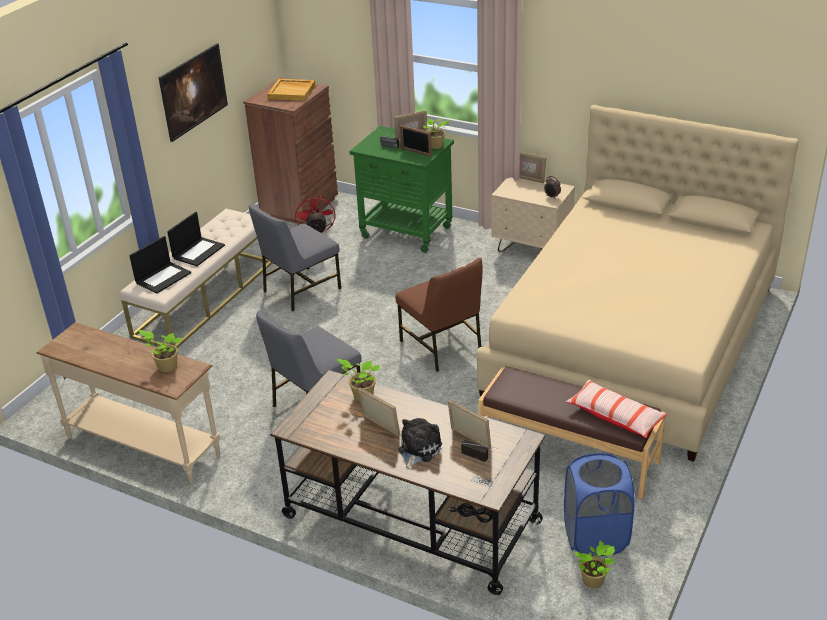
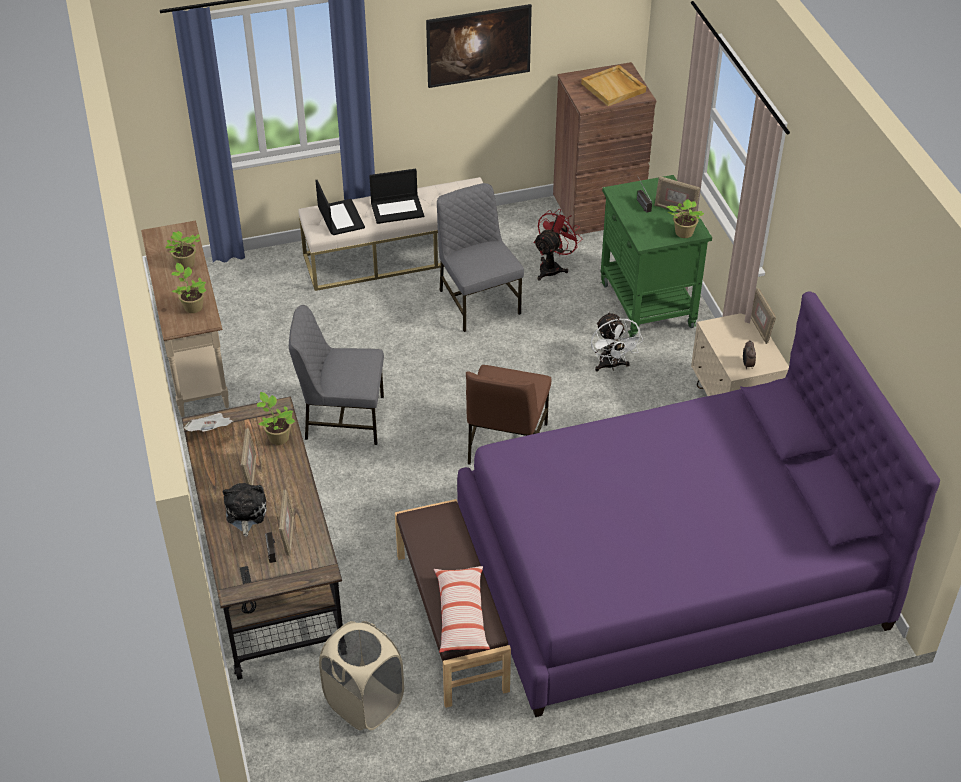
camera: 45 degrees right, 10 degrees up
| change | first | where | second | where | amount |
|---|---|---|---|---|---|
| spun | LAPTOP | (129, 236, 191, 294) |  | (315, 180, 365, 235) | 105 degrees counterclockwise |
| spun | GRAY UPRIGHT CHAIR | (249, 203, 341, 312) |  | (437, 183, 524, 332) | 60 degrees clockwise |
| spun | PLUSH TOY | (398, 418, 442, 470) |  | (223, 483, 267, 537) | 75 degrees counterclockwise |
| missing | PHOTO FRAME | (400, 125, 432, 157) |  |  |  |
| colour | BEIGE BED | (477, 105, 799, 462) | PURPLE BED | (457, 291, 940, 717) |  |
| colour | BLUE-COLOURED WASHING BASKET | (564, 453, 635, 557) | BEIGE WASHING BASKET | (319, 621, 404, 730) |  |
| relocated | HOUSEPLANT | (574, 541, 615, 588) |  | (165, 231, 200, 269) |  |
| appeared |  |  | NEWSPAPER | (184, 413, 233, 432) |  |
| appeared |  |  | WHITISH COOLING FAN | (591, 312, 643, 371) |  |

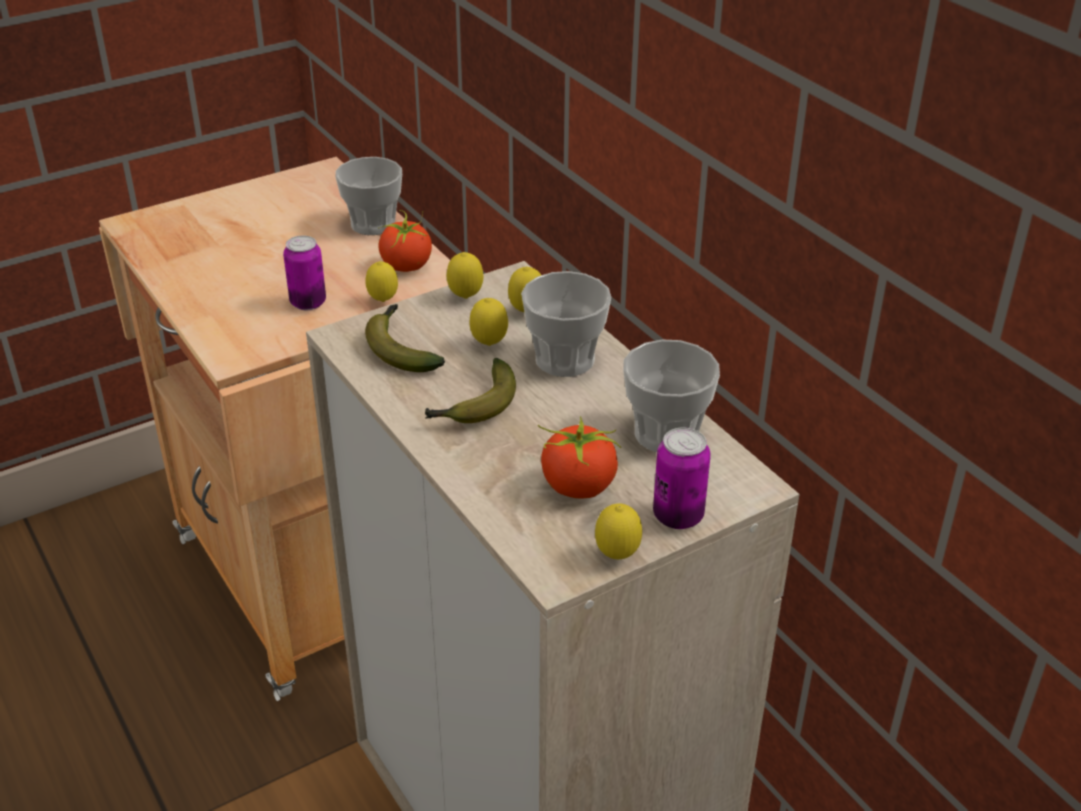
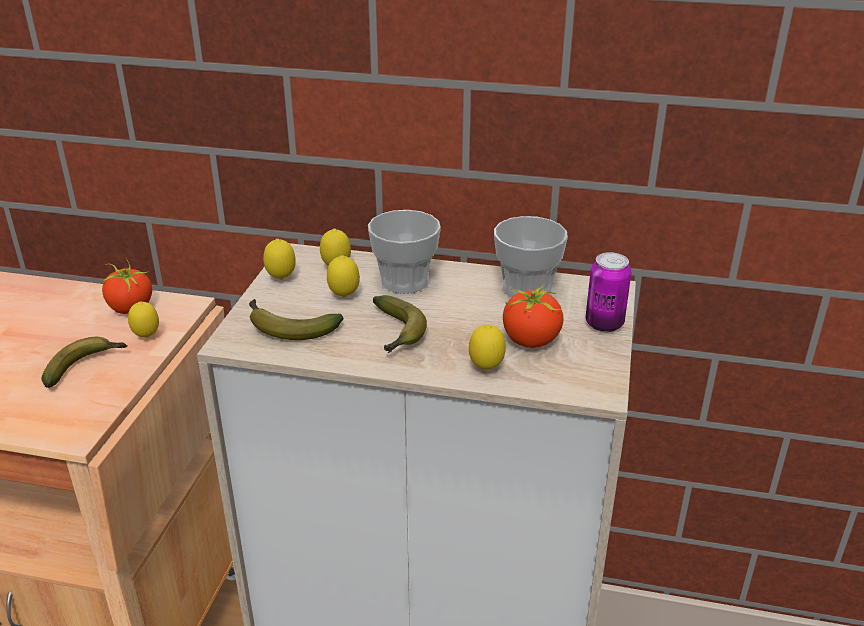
camera: 45 degrees left, 5 degrees down
| change | first | where | second | where | amount |
|---|---|---|---|---|---|
| exchanged | SEALED CAN | (283, 236, 326, 310) | BANANA | (41, 337, 128, 388) |  |
| missing | DRINKING CUP | (335, 157, 402, 235) |  |  |  |
| relocated | LEMON | (595, 503, 642, 559) |  | (469, 324, 506, 370) |  |

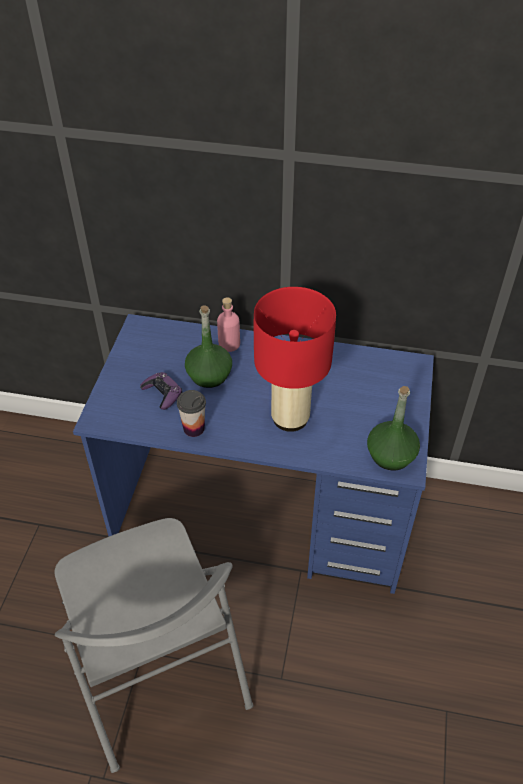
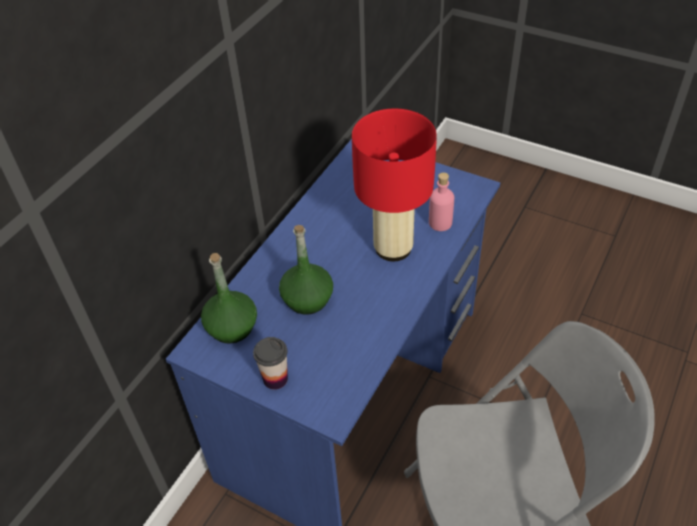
camera: 70 degrees left, 0 degrees up
| change | first | where | second | where | amount |
|---|---|---|---|---|---|
| missing | PURPLE GAME CONTROLLER | (140, 372, 182, 410) |  |  |  |
| relocated | DRINKING CUP | (177, 390, 206, 437) |  | (253, 337, 288, 390) |  |
| relocated | PINK-COLOURED DRINK BOTTLE | (217, 297, 240, 352) |  | (429, 172, 454, 231) |  |
| relocated | GREENISH DRINK BOTTLE | (367, 386, 420, 471) |  | (201, 253, 257, 344) |  |

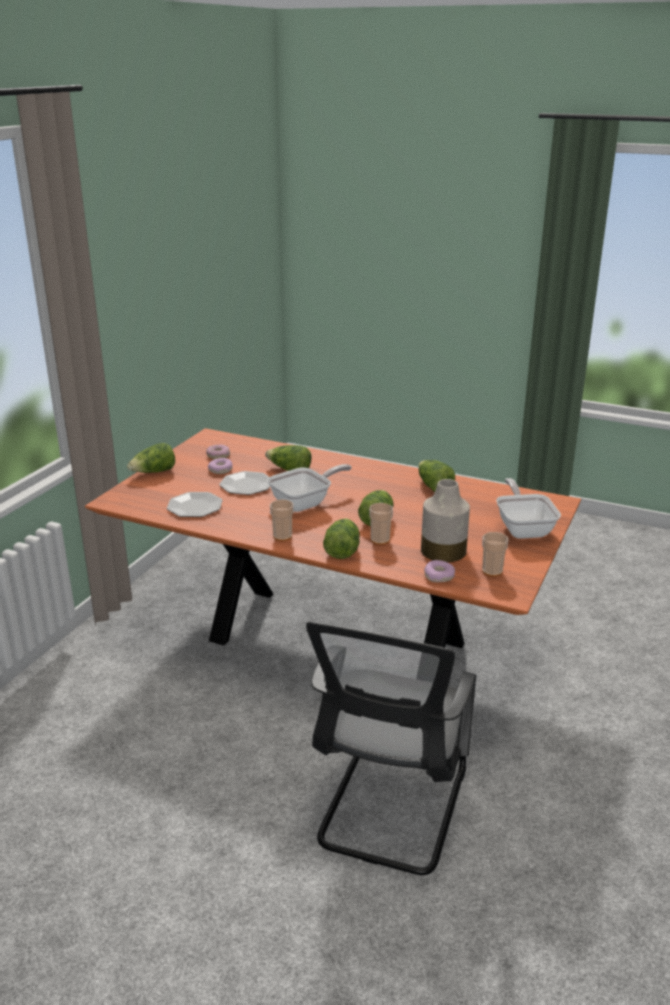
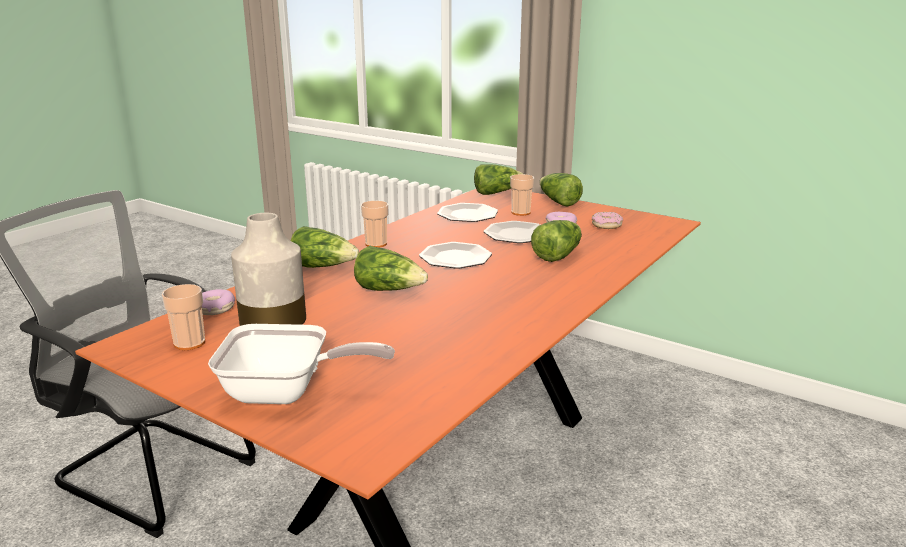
camera: 100 degrees right, 5 degrees down
| change | first | where | second | where | amount |
|---|---|---|---|---|---|
| exchanged | FRYING PAN | (267, 464, 352, 512) | PLATE | (419, 242, 492, 269) |  |
| relocated | DRINKING CUP | (369, 503, 393, 545) |  | (510, 174, 534, 216) |  |
| relocated | LETTUCE | (418, 460, 455, 492) |  | (474, 164, 524, 195) |  |

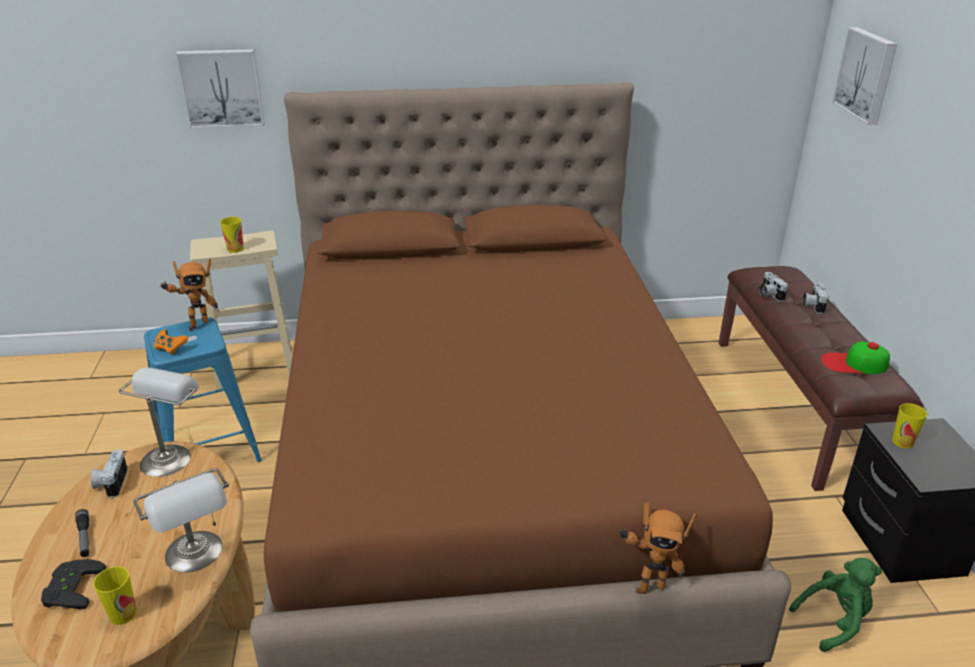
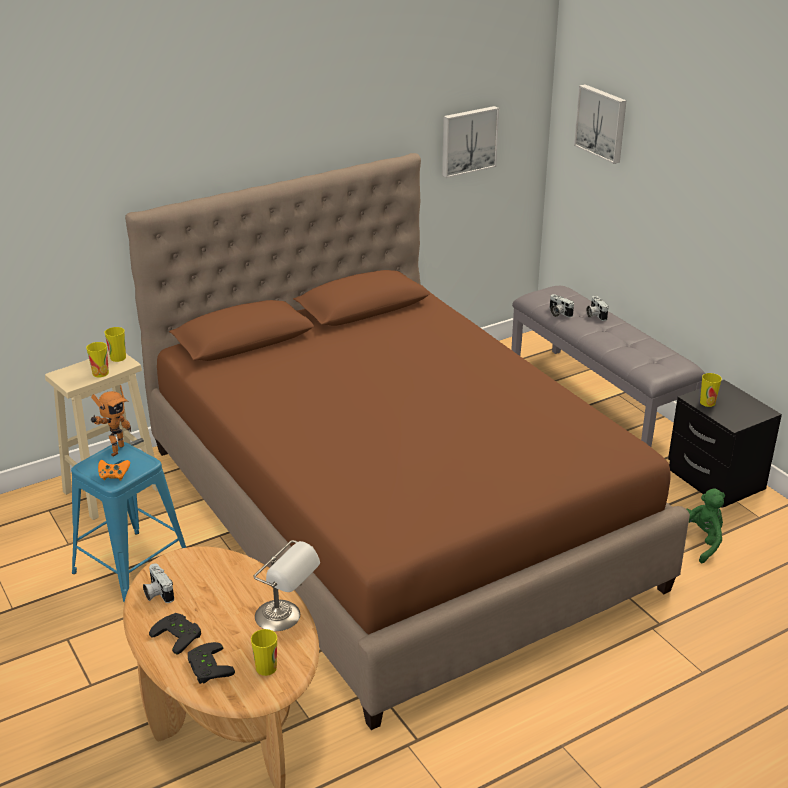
camera: 25 degrees left, 0 degrees up
| change | first | where | second | where | amount |
|---|---|---|---|---|---|
| exchanged | FLASHLIGHT | (75, 509, 89, 557) | BLACKISH GAME CONTROLLER | (149, 613, 201, 655) |  |
| missing | WHITISH TABLE LAMP | (119, 367, 199, 477) |  |  |  |
| relocated | WALL PICTURE | (175, 49, 265, 128) |  | (442, 106, 499, 178) |  |
| missing | ROBOT FIGURE | (617, 502, 697, 594) |  |  |  |
| colour | BROWNISH INDOOR BENCH | (719, 266, 923, 491) | GRAY INDOOR BENCH | (511, 286, 705, 447) |  |
| missing | PEAKED CAP | (821, 342, 890, 374) |  |  |  |
| appeared |  |  | DRINKING CUP | (105, 327, 126, 362) |  |

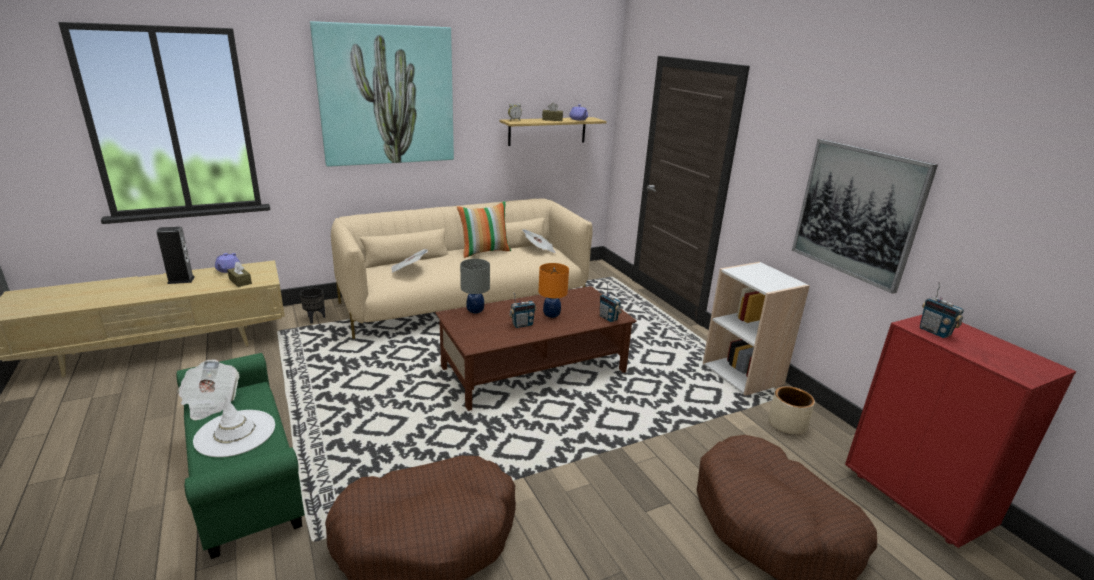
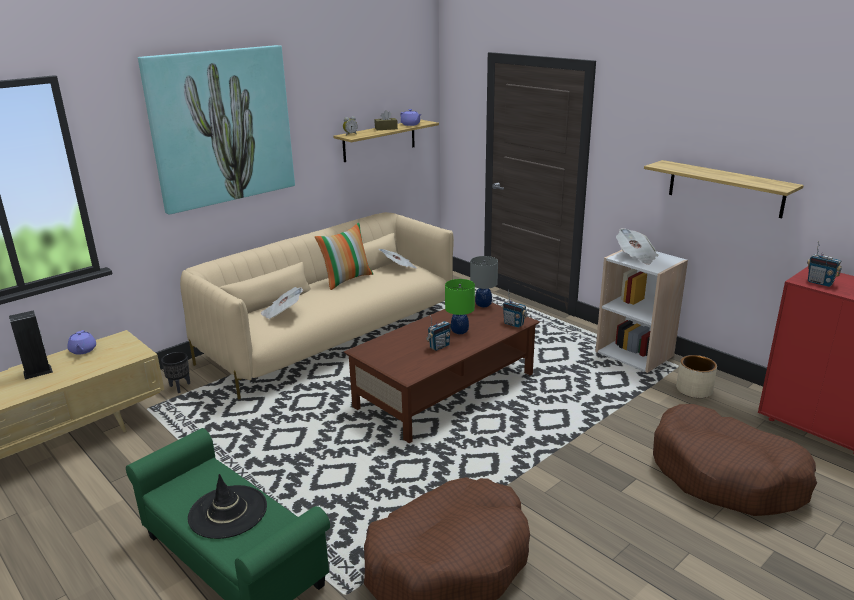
camera: 15 degrees left, 0 degrees up
| change | first | where | second | where | amount |
|---|---|---|---|---|---|
| relocated | NEWSPAPER | (178, 359, 240, 420) |  | (616, 228, 658, 265) |  |
| colour | WHITISH HAT | (193, 396, 275, 457) | BLACKISH HAT | (188, 474, 267, 539) |  |
| missing | BROWNISH TISSUE BOX | (227, 262, 252, 287) |  |  |  |
| relocated | GRAY TABLE LAMP | (460, 259, 490, 314) |  | (470, 256, 498, 308) |  |
| colour | ORANGE-COLOURED TABLE LAMP | (538, 263, 569, 318) | GREENISH TABLE LAMP | (445, 279, 475, 334) |  |
| exchanged | WALL PICTURE | (792, 139, 938, 294) | WALL SHELF | (644, 160, 804, 218) |  |

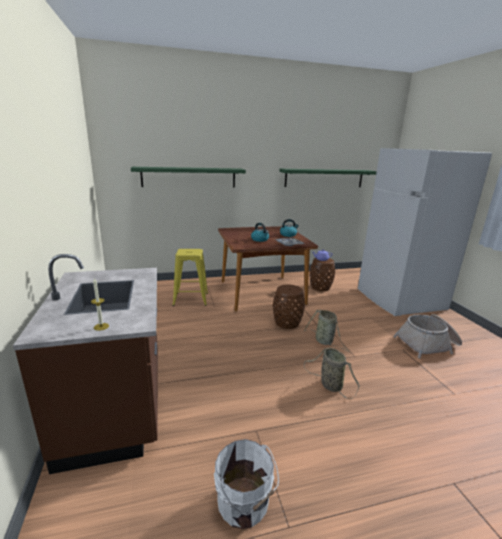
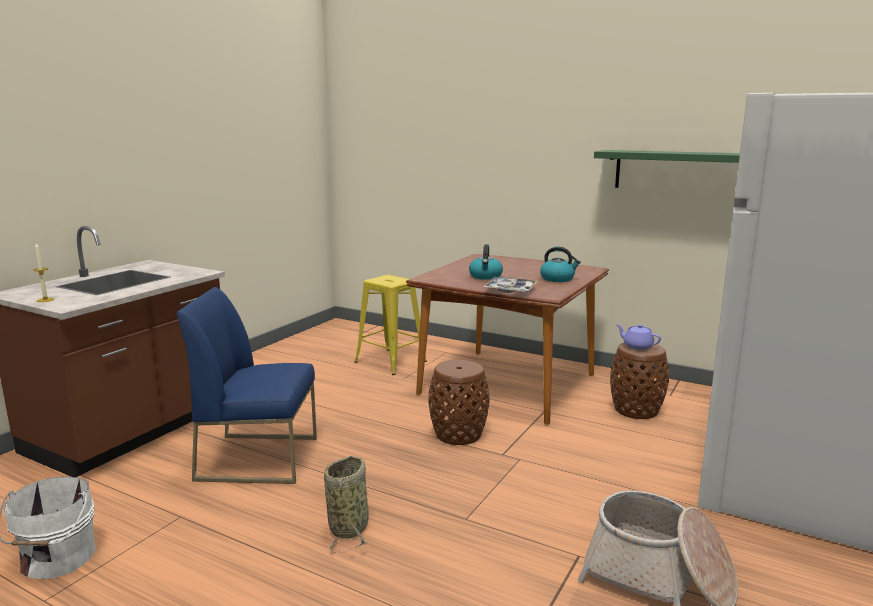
camera: 45 degrees right, 5 degrees down
| change | first | where | second | where | amount |
|---|---|---|---|---|---|
| missing | GREENISH WALL SHELF | (131, 167, 246, 188) |  |  |  |
| missing | STORAGE BASKET | (304, 309, 350, 352) |  |  |  |
| appeared |  |  | BLUE-COLOURED UPRIGHT CHAIR | (176, 287, 317, 484) |  |

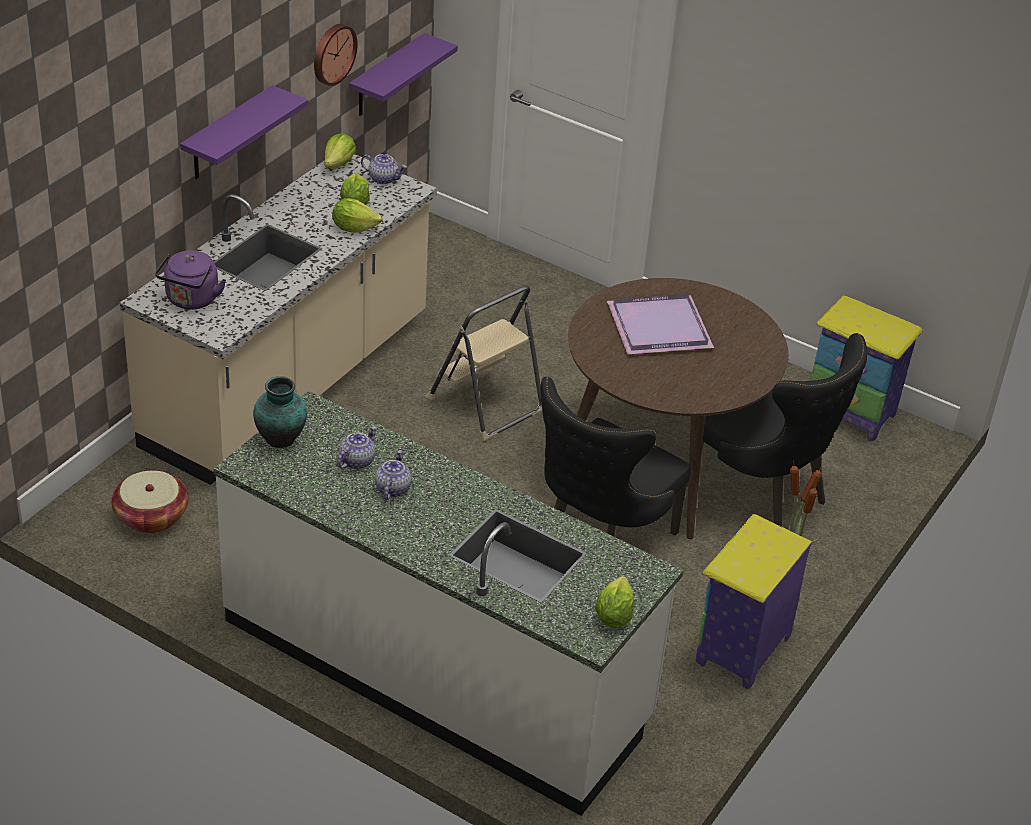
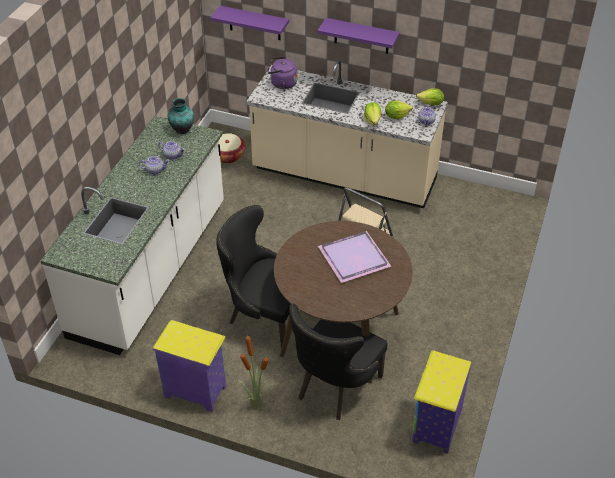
camera: 80 degrees right, 5 degrees up
| change | first | where | second | where | amount |
|---|---|---|---|---|---|
| missing | HANGING CLOCK | (314, 24, 358, 86) |  |  |  |
| relocated | PURPLE WALL SHELF | (349, 33, 458, 116) |  | (210, 6, 289, 40) |  |
| missing | LETTUCE | (595, 576, 634, 627) |  |  |  |

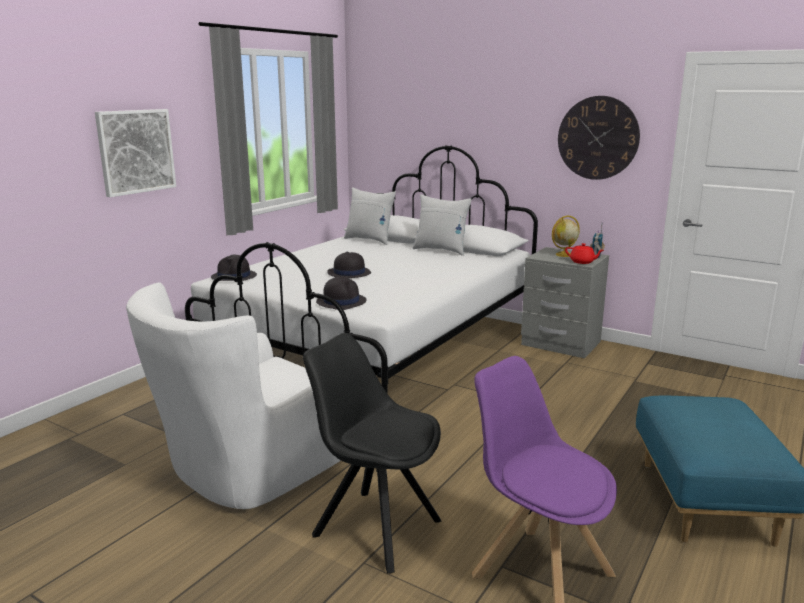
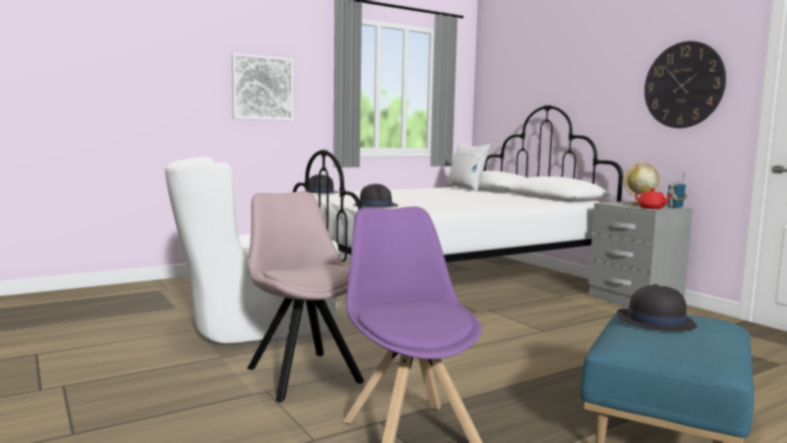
camera: 25 degrees right, 10 degrees down
| change | first | where | second | where | amount |
|---|---|---|---|---|---|
| colour | BLACKISH UPRIGHT CHAIR | (303, 333, 441, 574) | PINK-COLOURED UPRIGHT CHAIR | (247, 191, 364, 402) |  |
| relocated | BLACKISH HAT | (327, 252, 371, 278) |  | (617, 284, 698, 331) |  |
| missing | GRAY PILLOW | (413, 194, 472, 256) |  |  |  |

